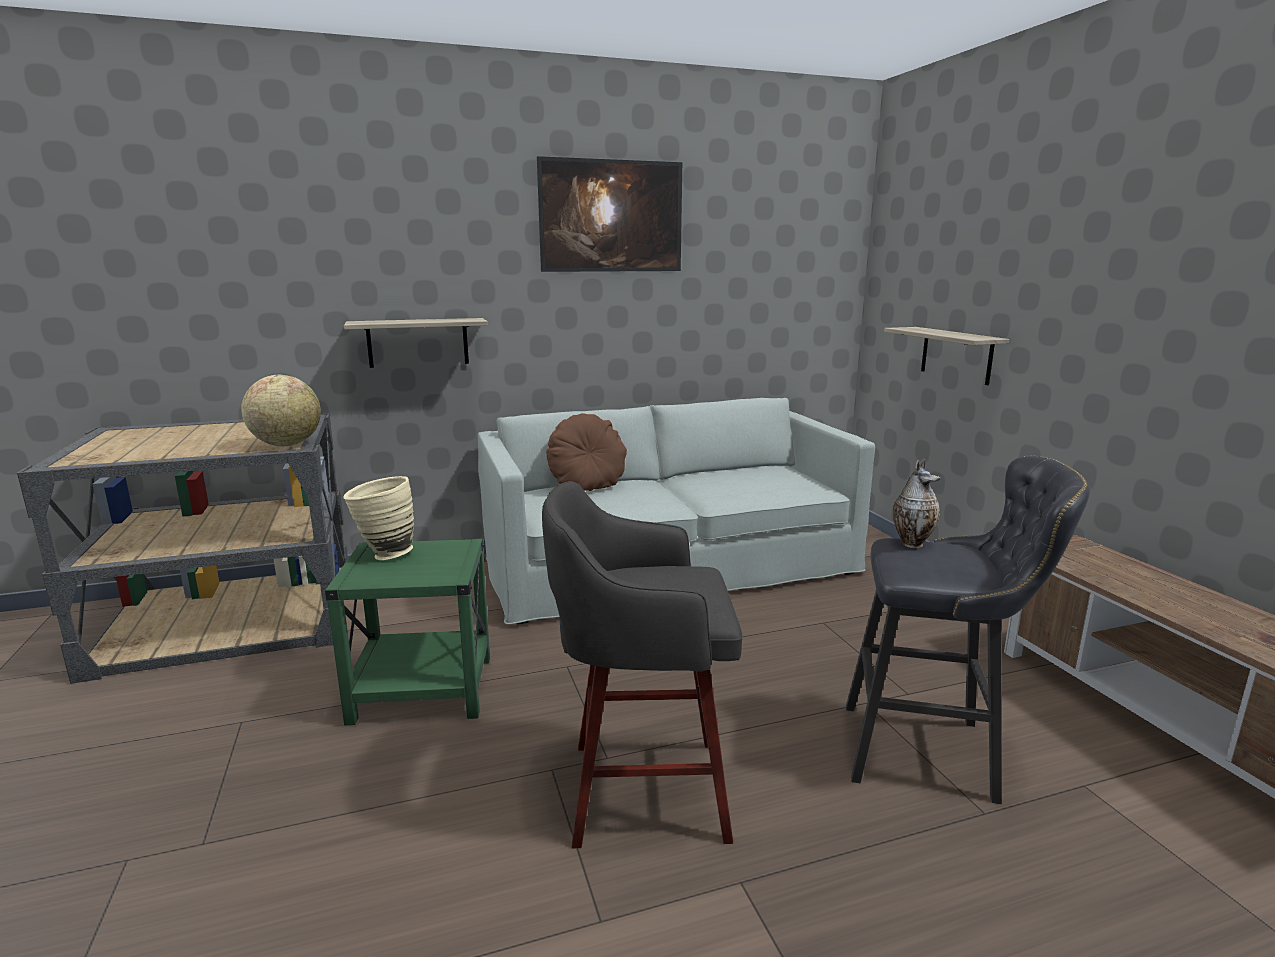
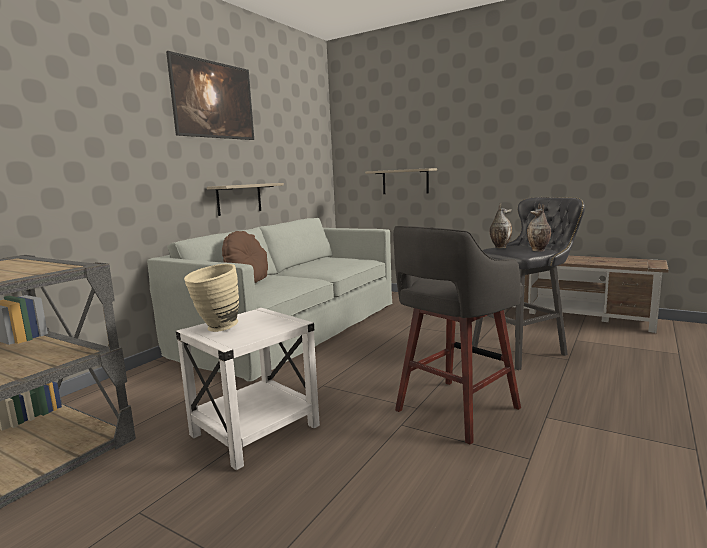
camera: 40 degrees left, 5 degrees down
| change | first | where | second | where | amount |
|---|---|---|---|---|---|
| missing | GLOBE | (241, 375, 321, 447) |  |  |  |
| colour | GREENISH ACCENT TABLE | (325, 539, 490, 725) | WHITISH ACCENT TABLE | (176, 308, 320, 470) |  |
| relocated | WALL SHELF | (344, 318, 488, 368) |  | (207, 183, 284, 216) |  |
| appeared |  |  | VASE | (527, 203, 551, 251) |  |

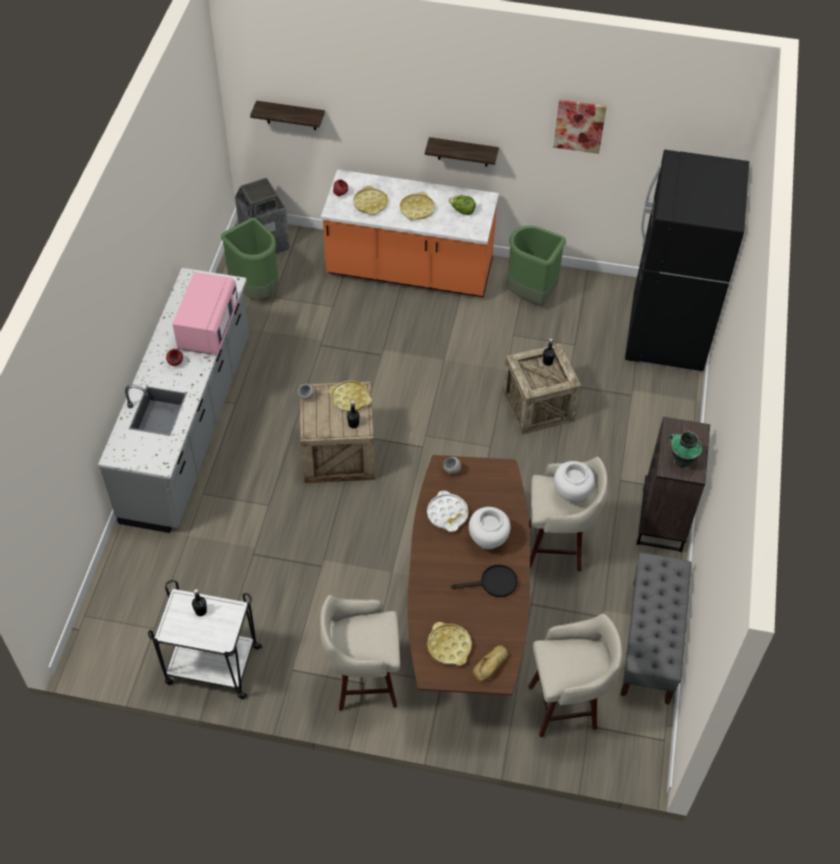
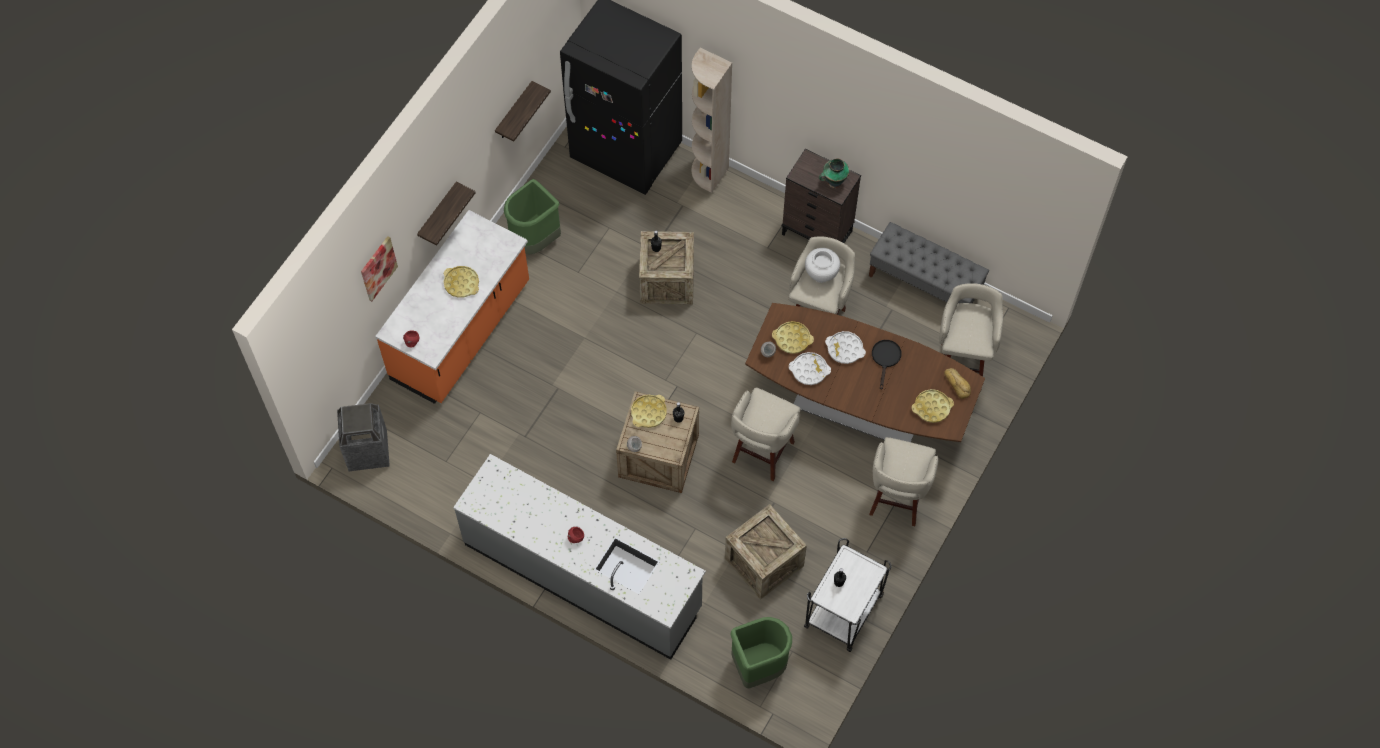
camera: 70 degrees left, 10 degrees up
| change | first | where | second | where | amount |
|---|---|---|---|---|---|
| missing | PINK-COLOURED KITCHEN MICROWAVE | (172, 272, 238, 355) |  |  |  |
| relocated | GREENISH RUBBISH BIN | (221, 217, 279, 299) |  | (730, 617, 792, 689) |  |
| relocated | WALL SHELF | (250, 101, 325, 130) |  | (495, 81, 551, 141) |  |
| relocated | YELLOWISH TRAY | (353, 186, 388, 215) |  | (772, 321, 814, 354) |  |
| missing | LETTUCE | (449, 195, 476, 215) |  |  |  |
| exchanged | WHITISH VASE | (469, 507, 511, 550) | WHITISH TRAY | (825, 331, 866, 364) |  |
| relocated | WALL PICTURE | (553, 99, 607, 154) |  | (361, 236, 398, 301) |  |
| appeared |  |  | BEIGE BOOKCASE | (692, 48, 732, 193) |  |
| appeared |  |  | PACKING CRATE | (725, 504, 807, 600) |  |
| appeared |  |  | BEIGE STOOL SEAT | (731, 388, 800, 481) |  |

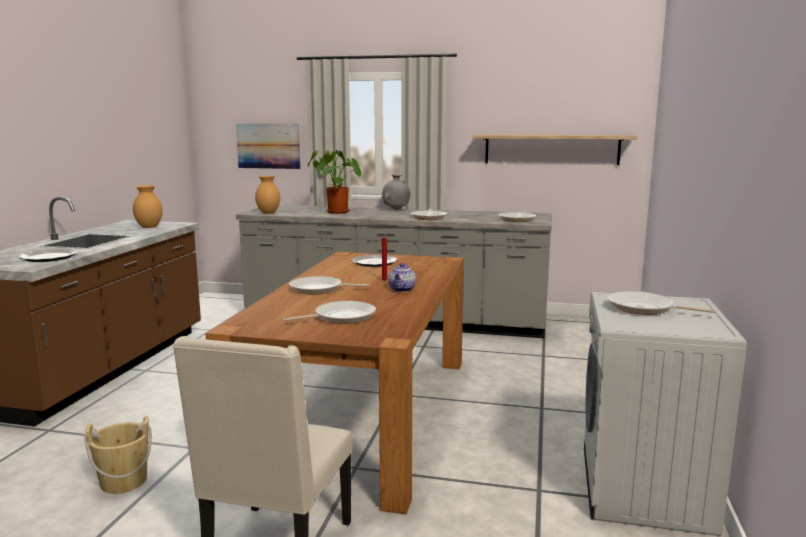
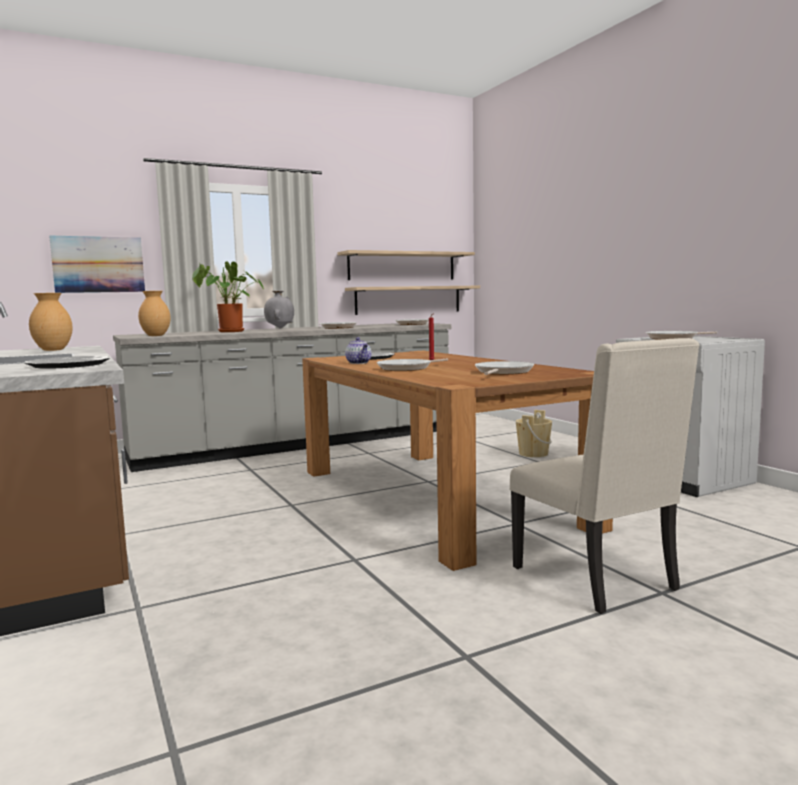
camera: 40 degrees left, 5 degrees down
| change | first | where | second | where | amount |
|---|---|---|---|---|---|
| relocated | BEIGE BUCKET | (84, 416, 152, 494) |  | (516, 410, 552, 457) |  |
| relocated | TEA POT | (388, 263, 416, 292) |  | (345, 337, 372, 364) |  |
| appeared |  |  | WALL SHELF | (345, 286, 480, 315) |  |

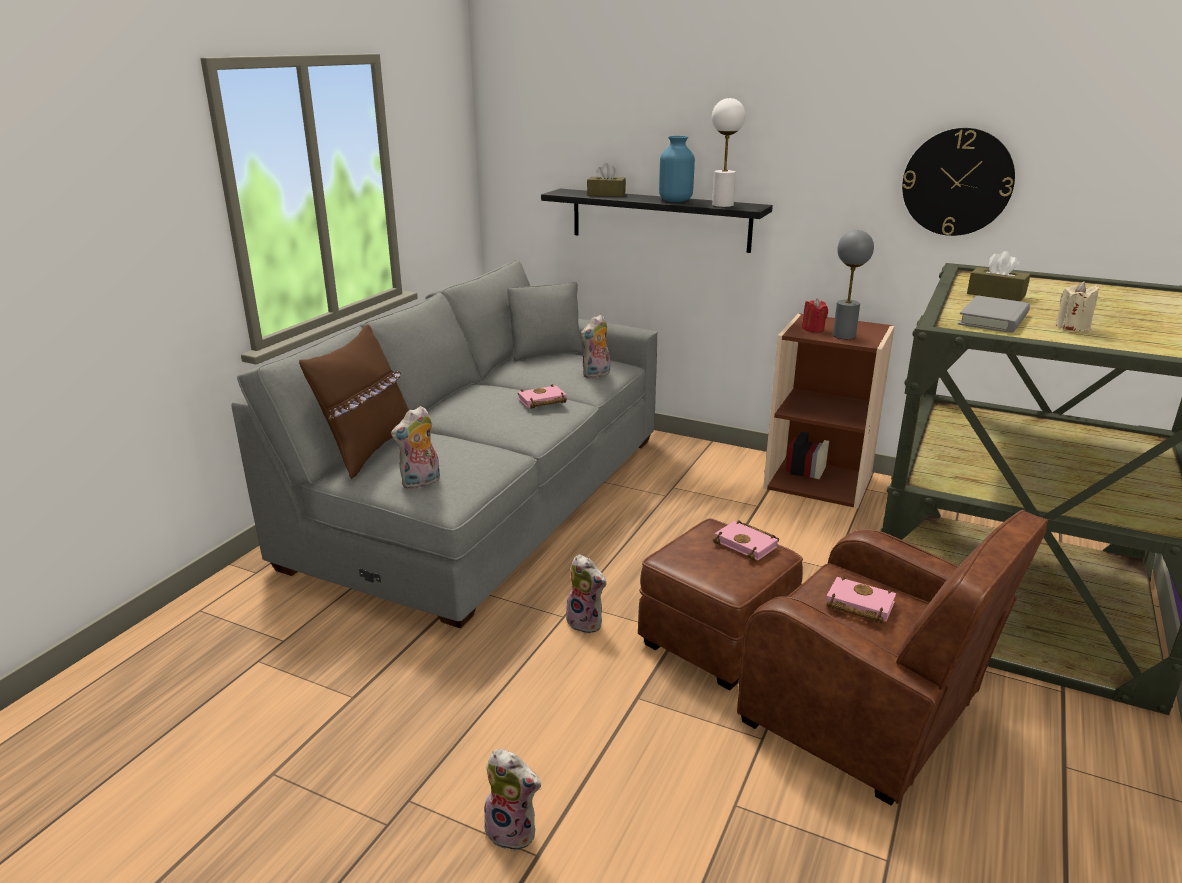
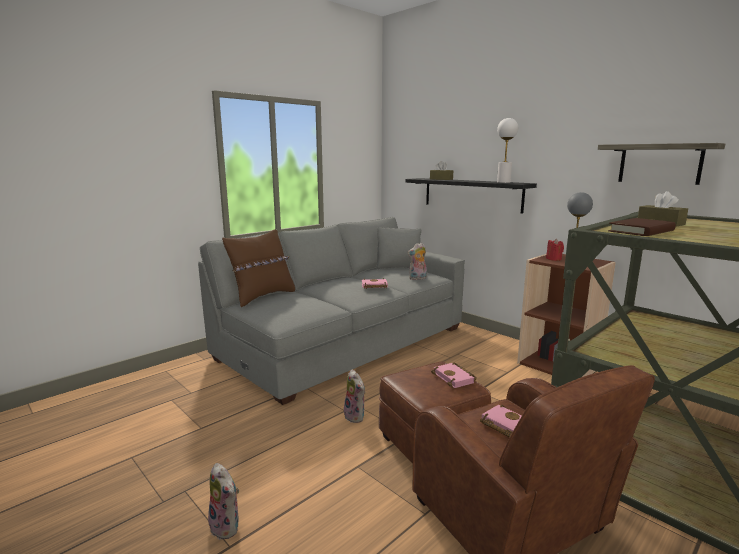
camera: 20 degrees right, 10 degrees down
| change | first | where | second | where | amount |
|---|---|---|---|---|---|
| missing | PLUSH TOY | (391, 406, 440, 489) |  |  |  |
| missing | BLUE-COLOURED VASE | (659, 136, 695, 202) |  |  |  |
| exchanged | HANGING CLOCK | (902, 128, 1015, 236) | WALL SHELF | (598, 143, 725, 185) |  |
| colour | GRAY BOOK | (958, 295, 1030, 333) | BROWNISH BOOK | (608, 218, 676, 236) |  |
| missing | BEIGE WAX CANDLE | (1055, 281, 1099, 331) |  |  |  |

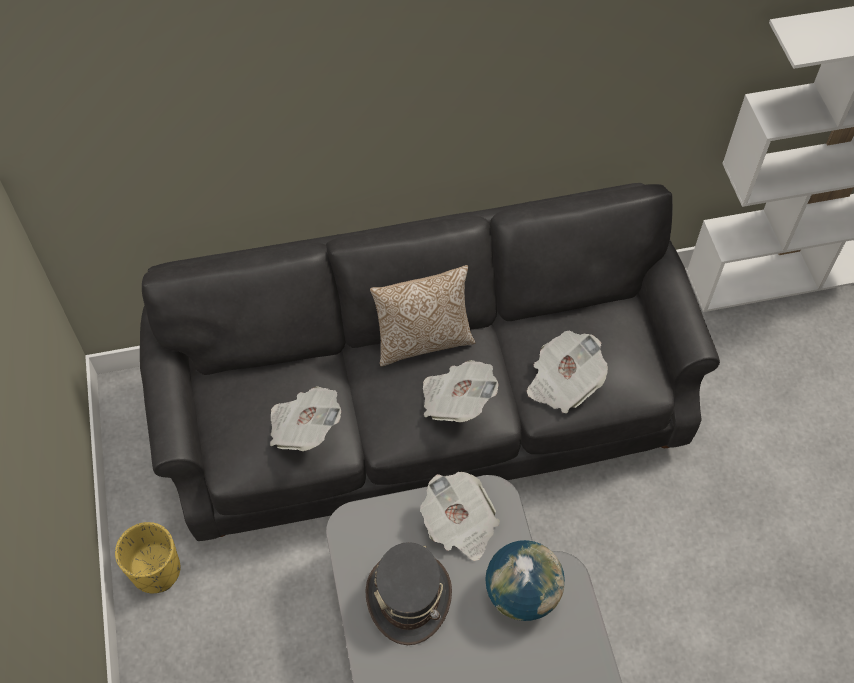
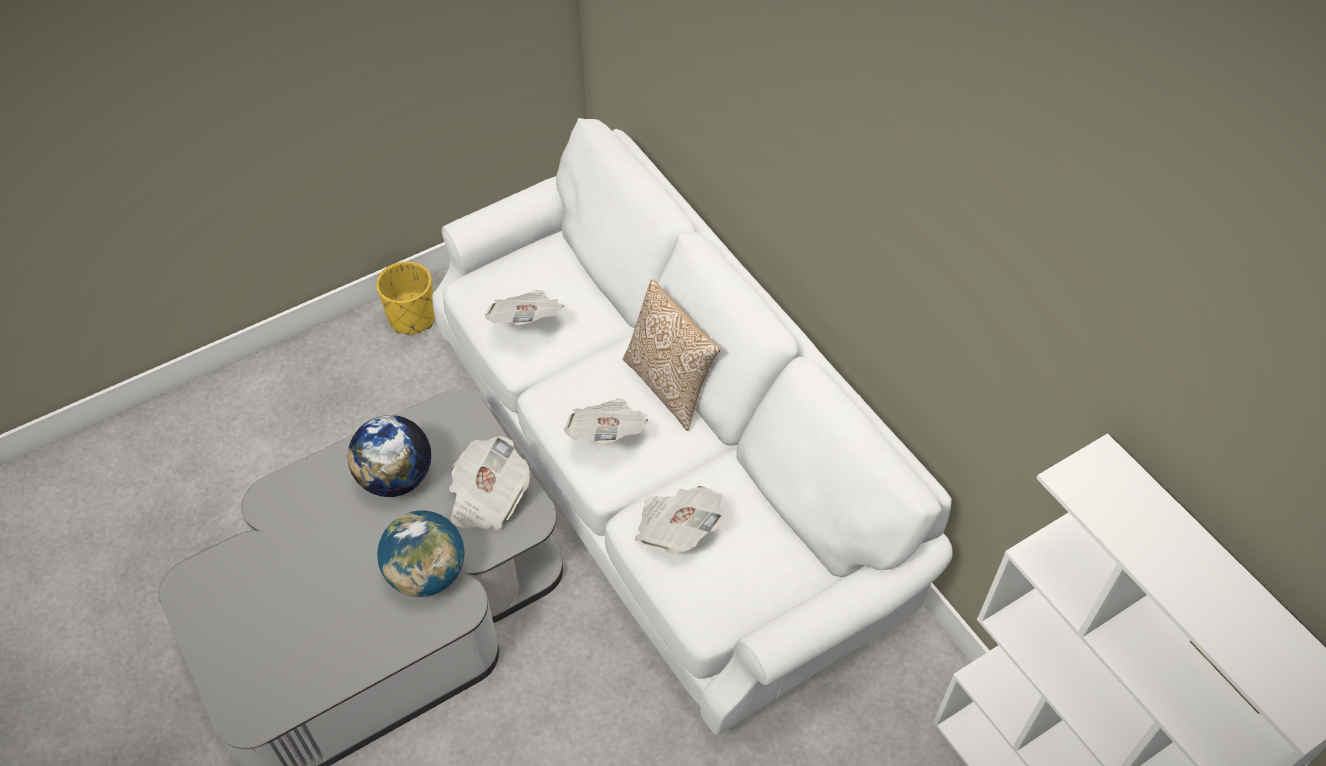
camera: 70 degrees right, 5 degrees down
| change | first | where | second | where | amount |
|---|---|---|---|---|---|
| colour | BLACKISH SOFA | (140, 183, 720, 541) | WHITISH SOFA | (433, 118, 953, 736) |  |
| exchanged | GRAY HAT | (366, 542, 452, 645) | GLOBE | (348, 415, 431, 497) |  |

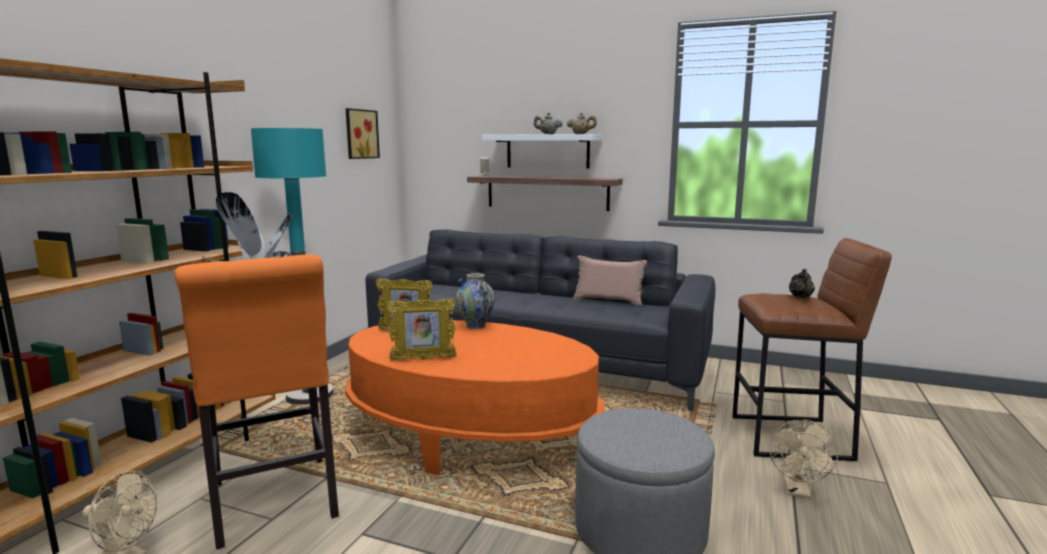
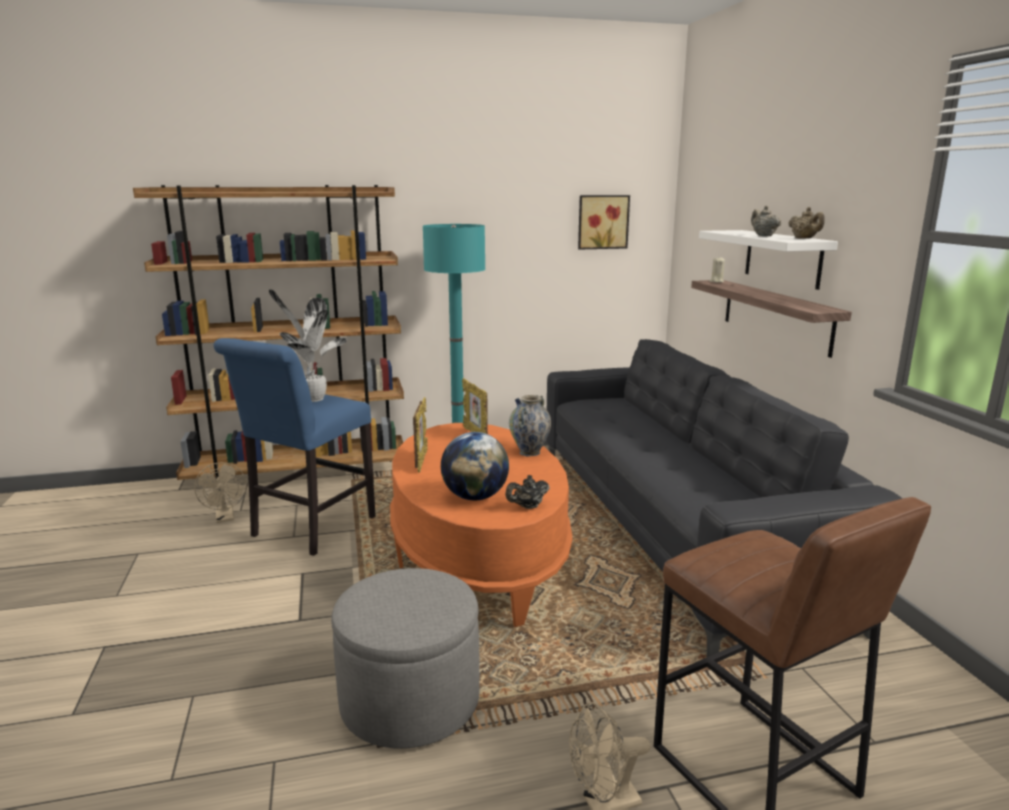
camera: 55 degrees right, 5 degrees up
| change | first | where | second | where | amount |
|---|---|---|---|---|---|
| colour | ORANGE-COLOURED STOOL SEAT | (175, 254, 339, 549) | BLUE-COLOURED STOOL SEAT | (214, 338, 376, 556) |  |
| spun | PHOTO FRAME | (387, 299, 457, 361) |  | (413, 397, 428, 473) | 135 degrees counterclockwise |
| missing | BEIGE PILLOW | (573, 255, 647, 306) |  |  |  |
| relocated | BLACKISH TEA POT | (789, 269, 815, 299) |  | (505, 475, 550, 509) |  |
| appeared |  |  | GLOBE | (441, 432, 509, 500) |  |

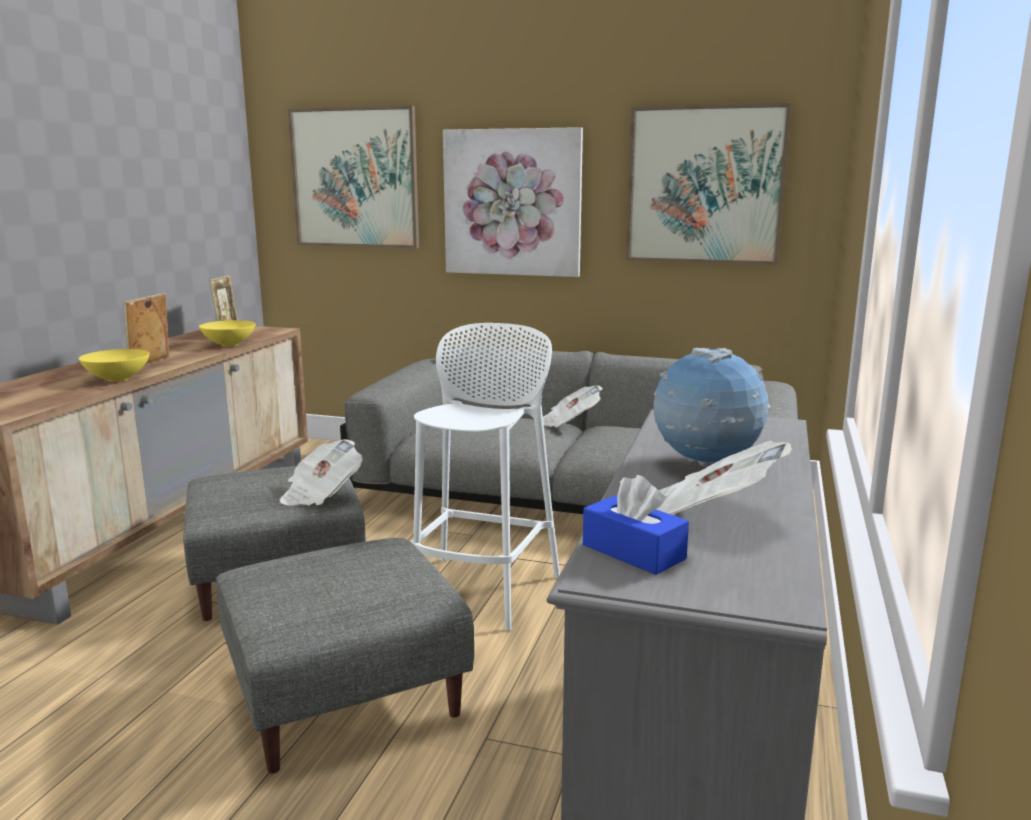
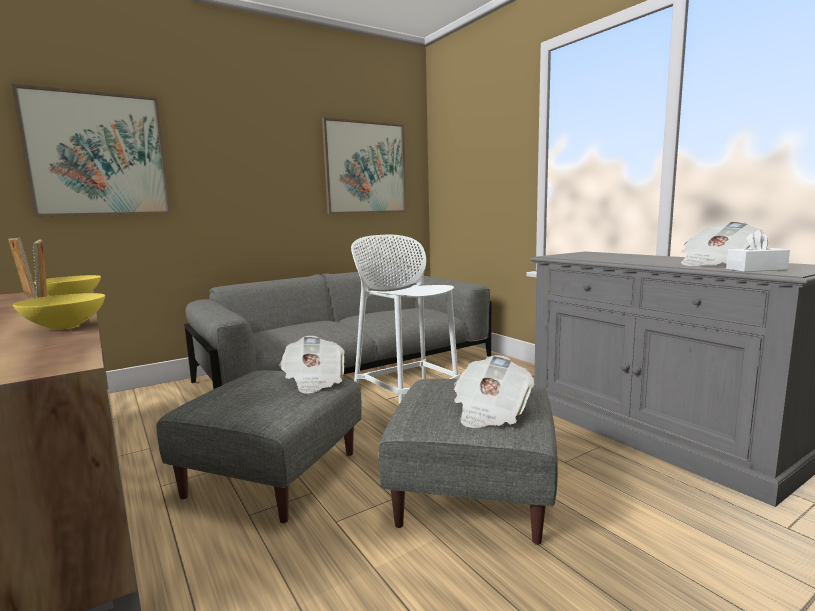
camera: 50 degrees left, 5 degrees down
| change | first | where | second | where | amount |
|---|---|---|---|---|---|
| missing | WALL PICTURE | (443, 127, 583, 277) |  |  |  |
| relocated | NEWSPAPER | (543, 385, 603, 427) |  | (453, 355, 534, 428) |  |
| colour | BLUE-COLOURED TISSUE BOX | (583, 475, 689, 575) | WHITISH TISSUE BOX | (726, 230, 790, 272) |  |
| missing | GLOBE | (653, 348, 771, 467) |  |  |  |

